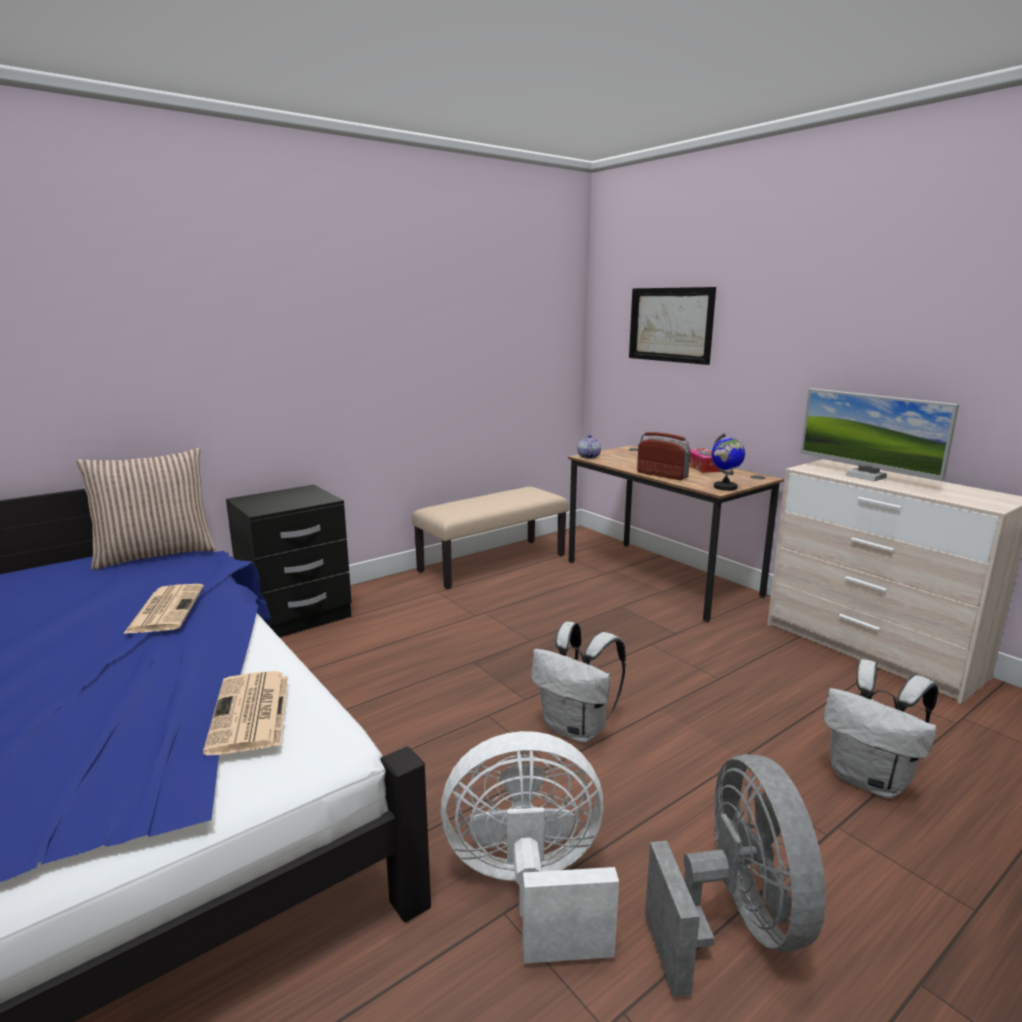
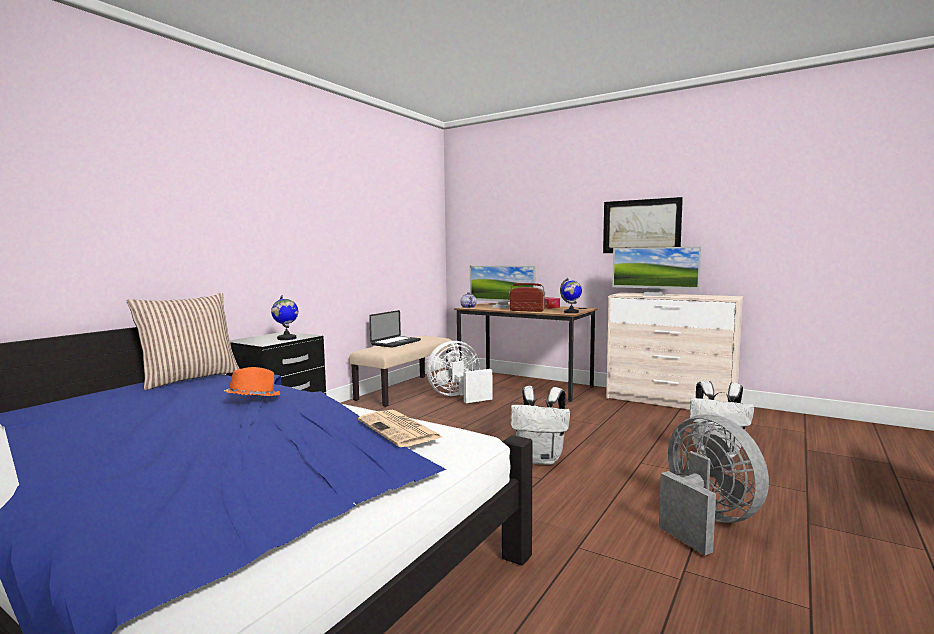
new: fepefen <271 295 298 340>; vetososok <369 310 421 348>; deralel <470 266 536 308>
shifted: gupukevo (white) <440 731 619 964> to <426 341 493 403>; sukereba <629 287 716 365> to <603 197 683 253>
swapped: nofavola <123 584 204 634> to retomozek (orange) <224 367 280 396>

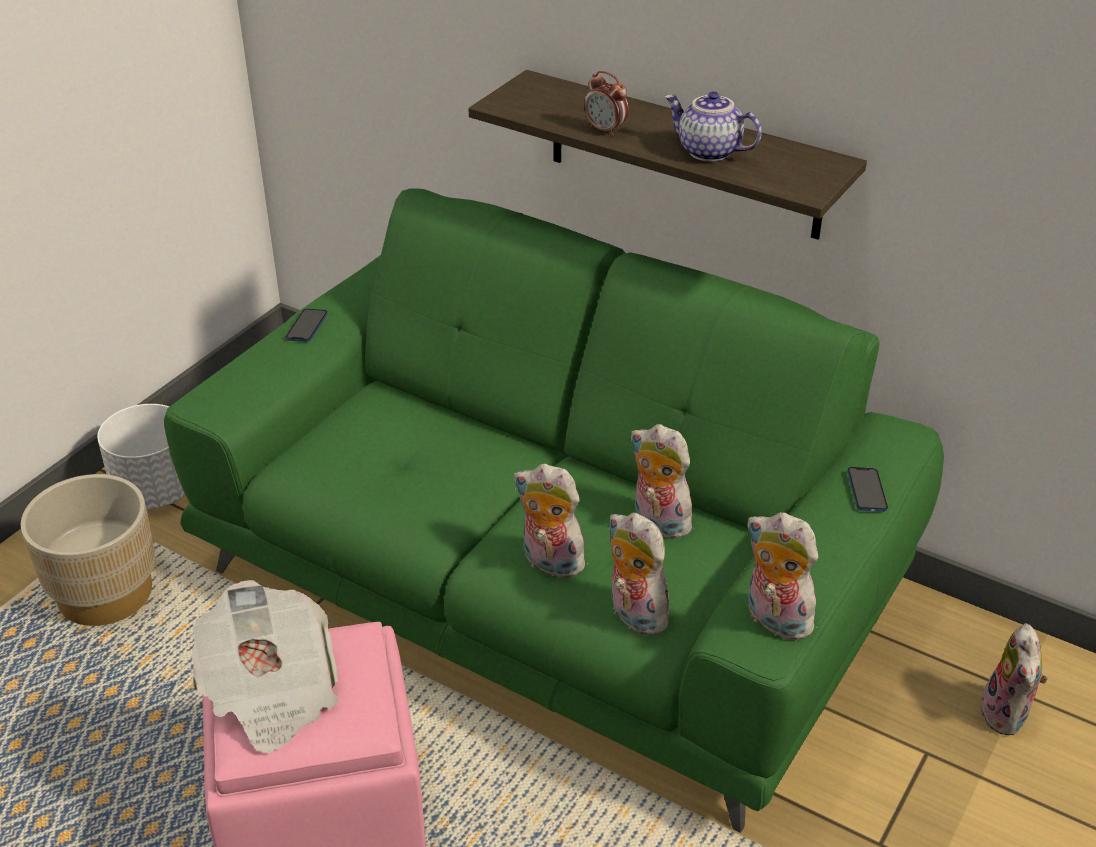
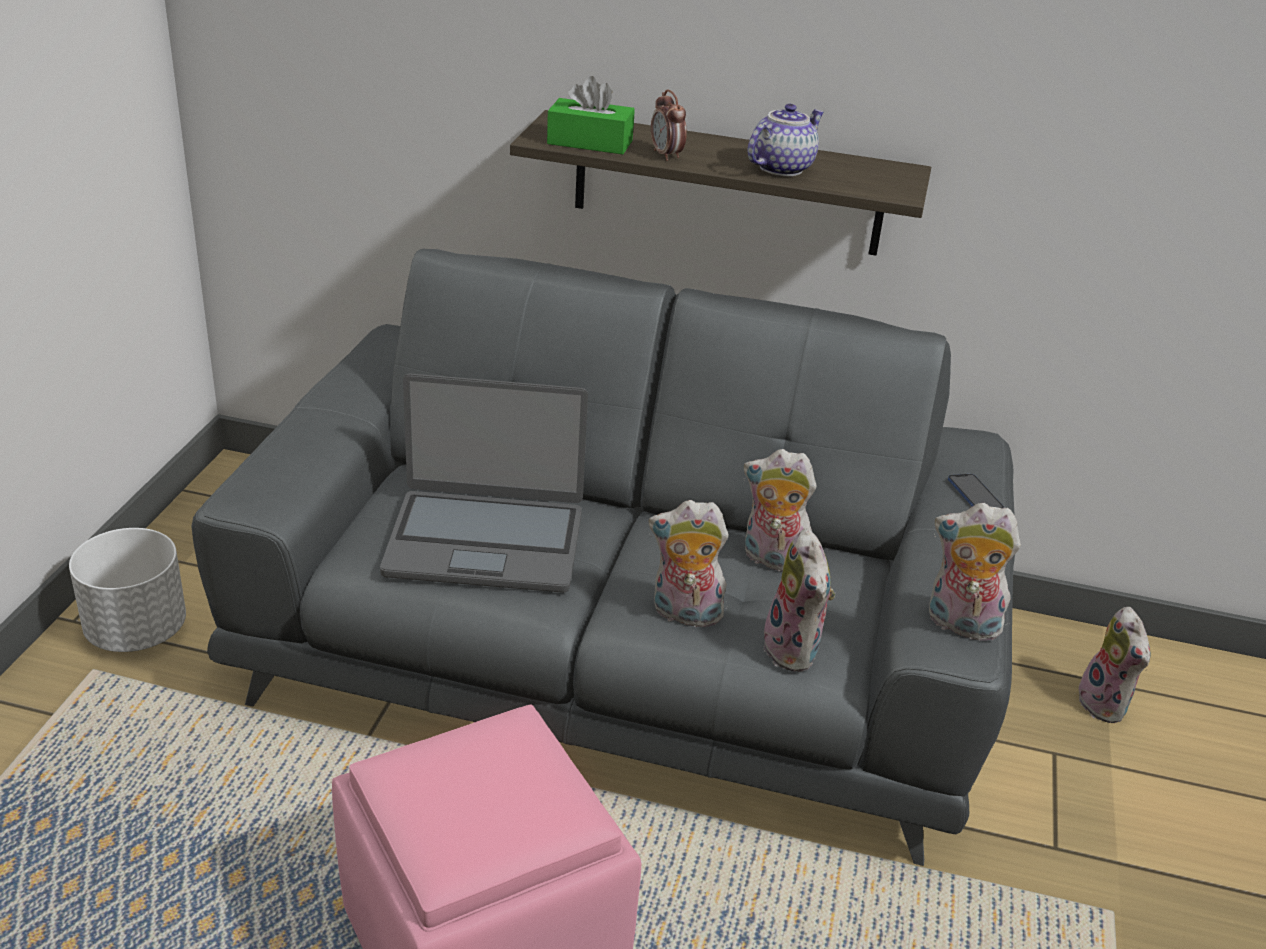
gone: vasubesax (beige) <21 474 155 626>; nofavola <191 580 339 753>; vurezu <286 309 328 342>
new: vetososok <380 373 588 593>; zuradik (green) <547 76 635 155>
repainted: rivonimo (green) <164 188 944 833> to rivonimo (grey) <191 249 1015 866>
rotated: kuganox <584 71 629 136> = <651 90 687 161> 45 degrees clockwise; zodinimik <609 512 670 635> = <763 528 836 672> 135 degrees counterclockwise; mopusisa <664 91 762 161> = <748 104 824 176> 120 degrees clockwise

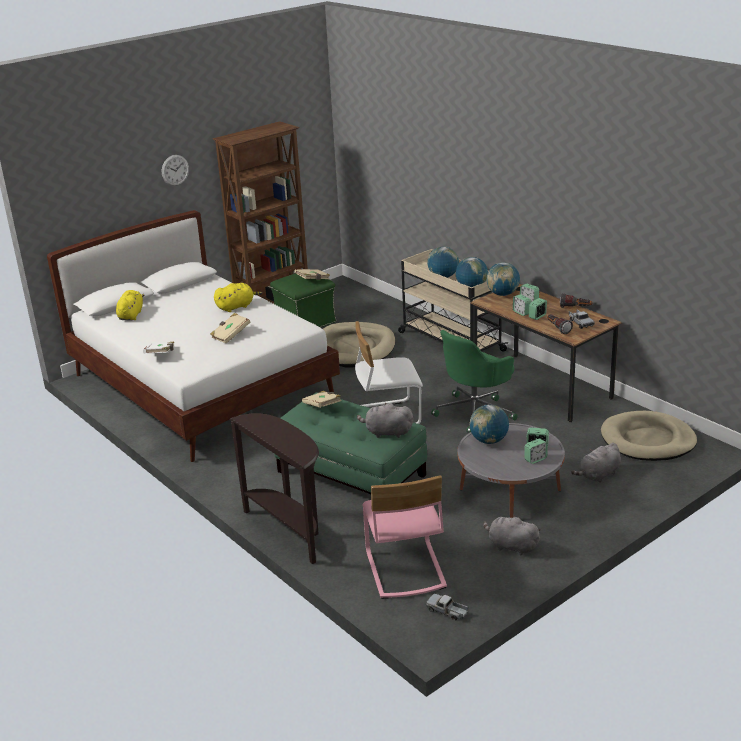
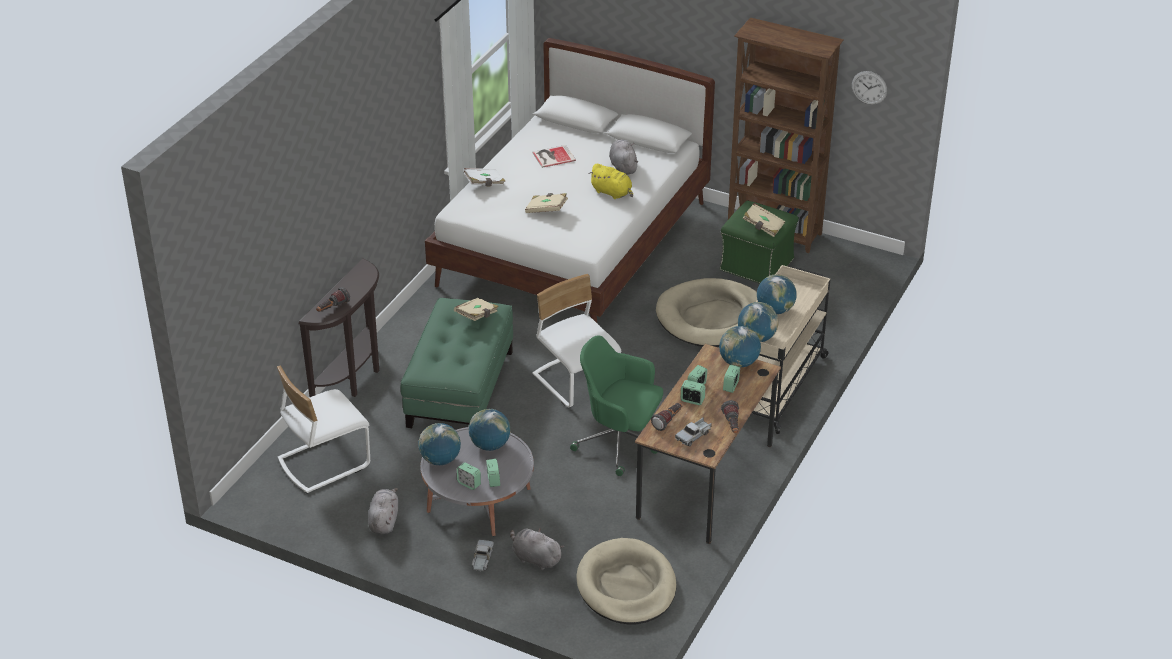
gone: zodinimik (yellow) <116 290 144 320>
new: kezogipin <316 287 350 312>; fepefen <418 423 461 465>; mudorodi <532 145 576 168>
shifted: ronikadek <162 155 189 186> to <852 71 887 105>; zodinimik (grey) <357 403 413 438> to <609 139 638 175>; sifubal <426 594 468 620> to <472 540 494 572>
repainted: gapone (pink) <362 475 447 599> to gapone (white) <277 366 370 493>

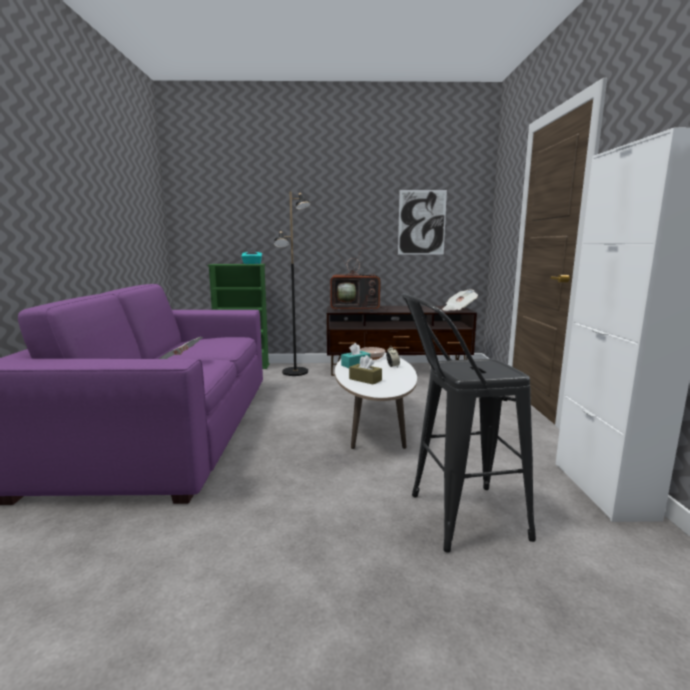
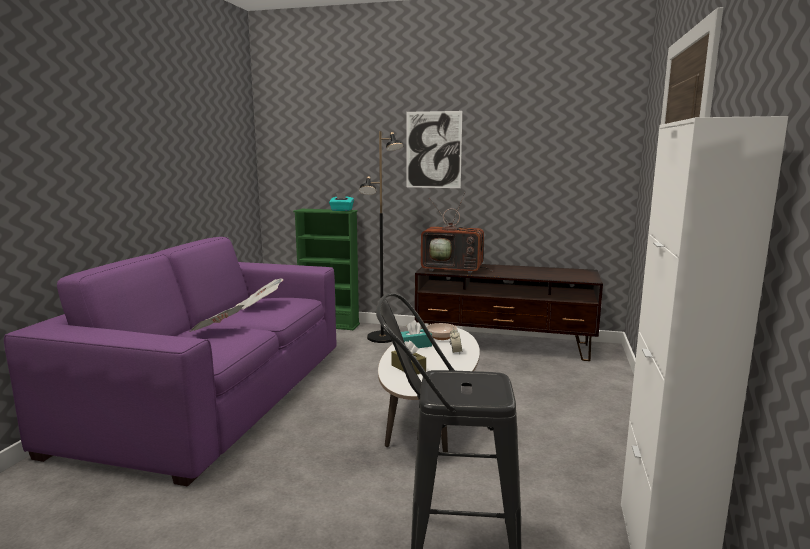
shifted: sukereba <398 190 447 255> to <406 111 462 188>; nofavola <442 289 478 311> to <236 278 283 310>

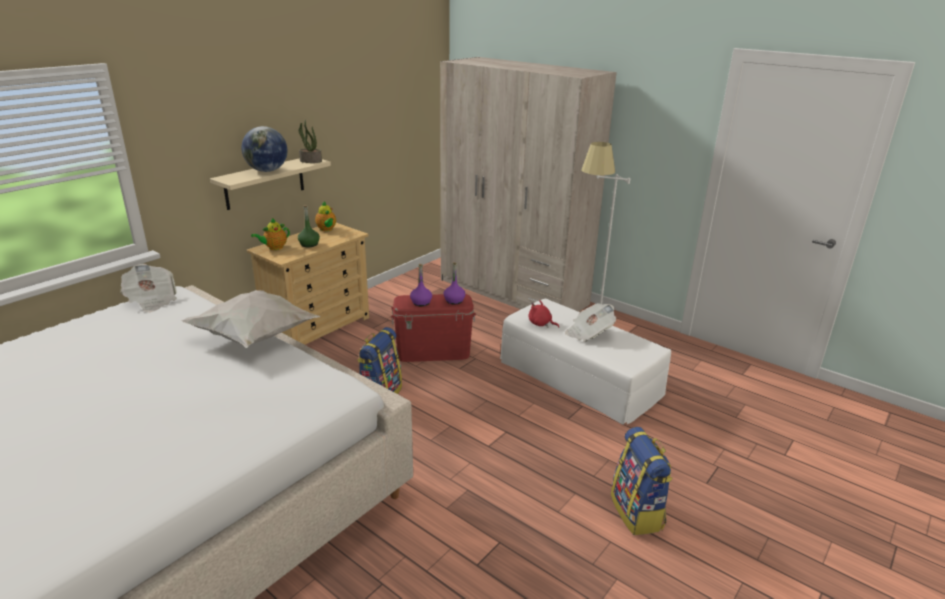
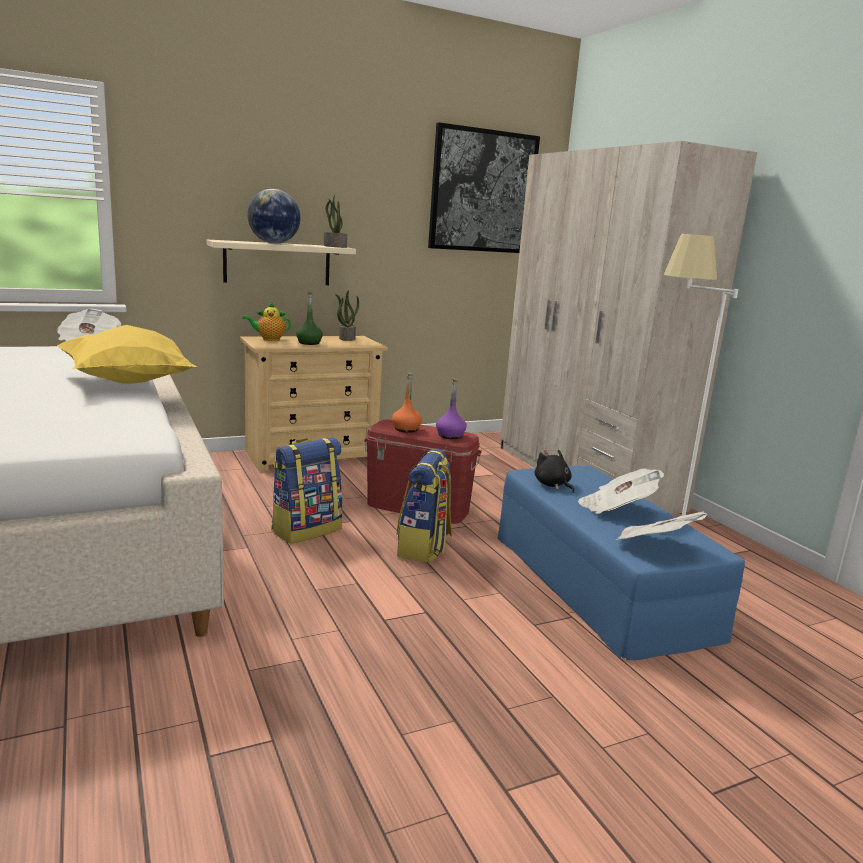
new: sukereba <428 122 540 253>; nofavola <616 511 708 540>
shifted: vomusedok <611 427 673 535> to <397 448 452 562>
swapped: mopusisa <315 202 336 231> to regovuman <335 290 359 341>
repainted: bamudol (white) <181 290 321 348> to bamudol (yellow) <57 325 197 384>; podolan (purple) <410 264 432 306> to podolan (orange) <392 373 422 433>; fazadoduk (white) <500 299 671 425> to fazadoduk (blue) <498 466 745 660>; zodinimik (red) <528 300 559 328> to zodinimik (black) <534 450 574 493>

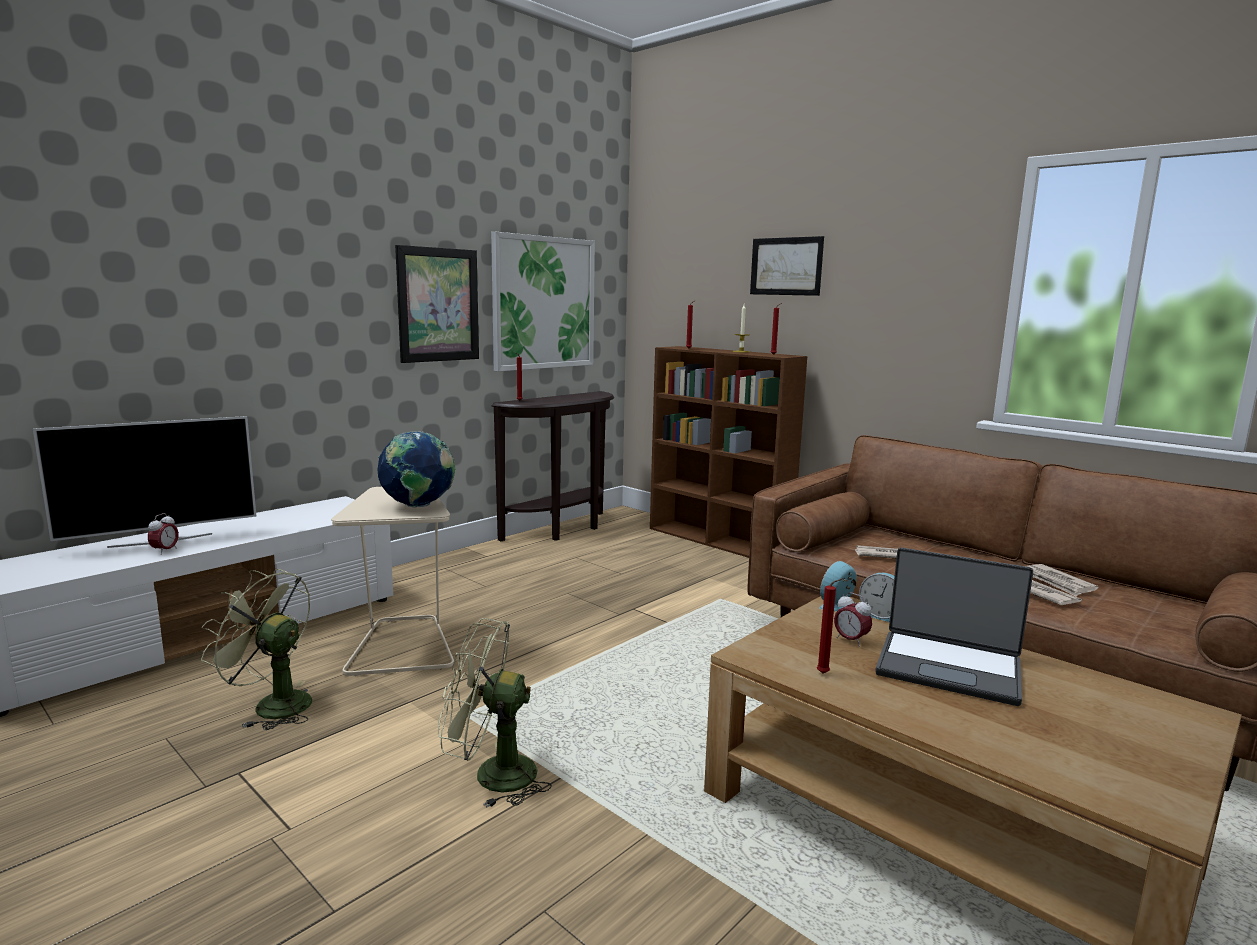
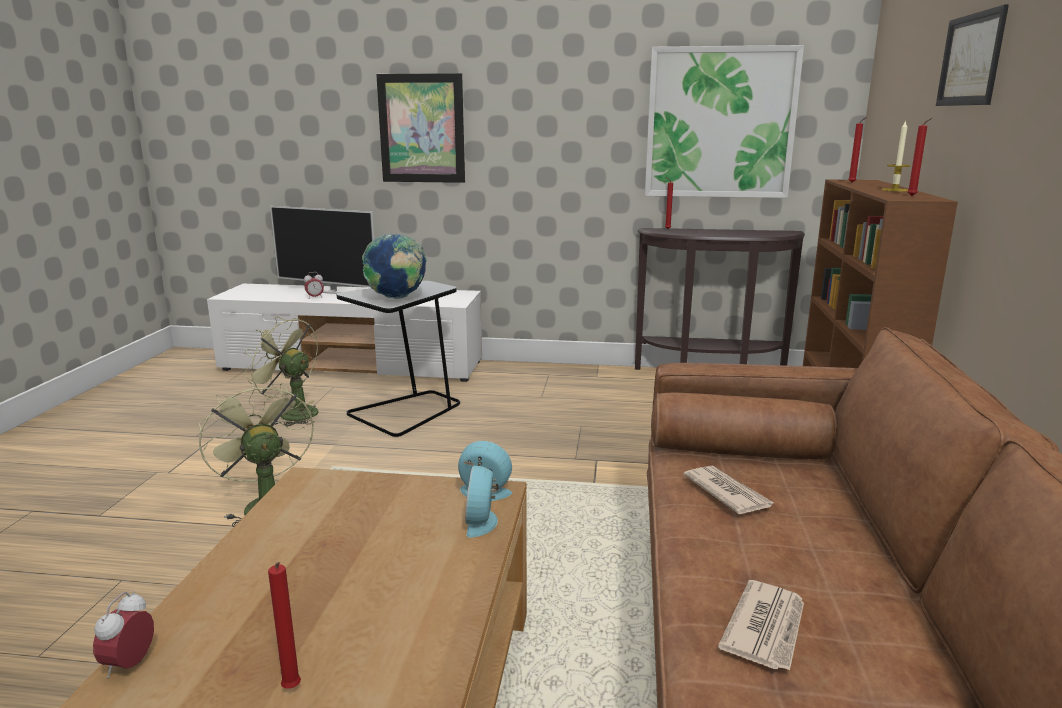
gone: vetososok <875 547 1033 706>; nofavola <1027 564 1098 597>
shifted: sukereba <395 245 479 363> to <376 73 465 183>; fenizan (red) <817 578 842 674> to <268 562 301 688>; kuganox <834 592 872 647> to <93 591 154 678>
repainted: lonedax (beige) <331 487 454 676> to lonedax (black) <336 281 460 437>
rotated: gupukevo (green) <201 569 312 730> = <243 317 319 427> 45 degrees counterclockwise

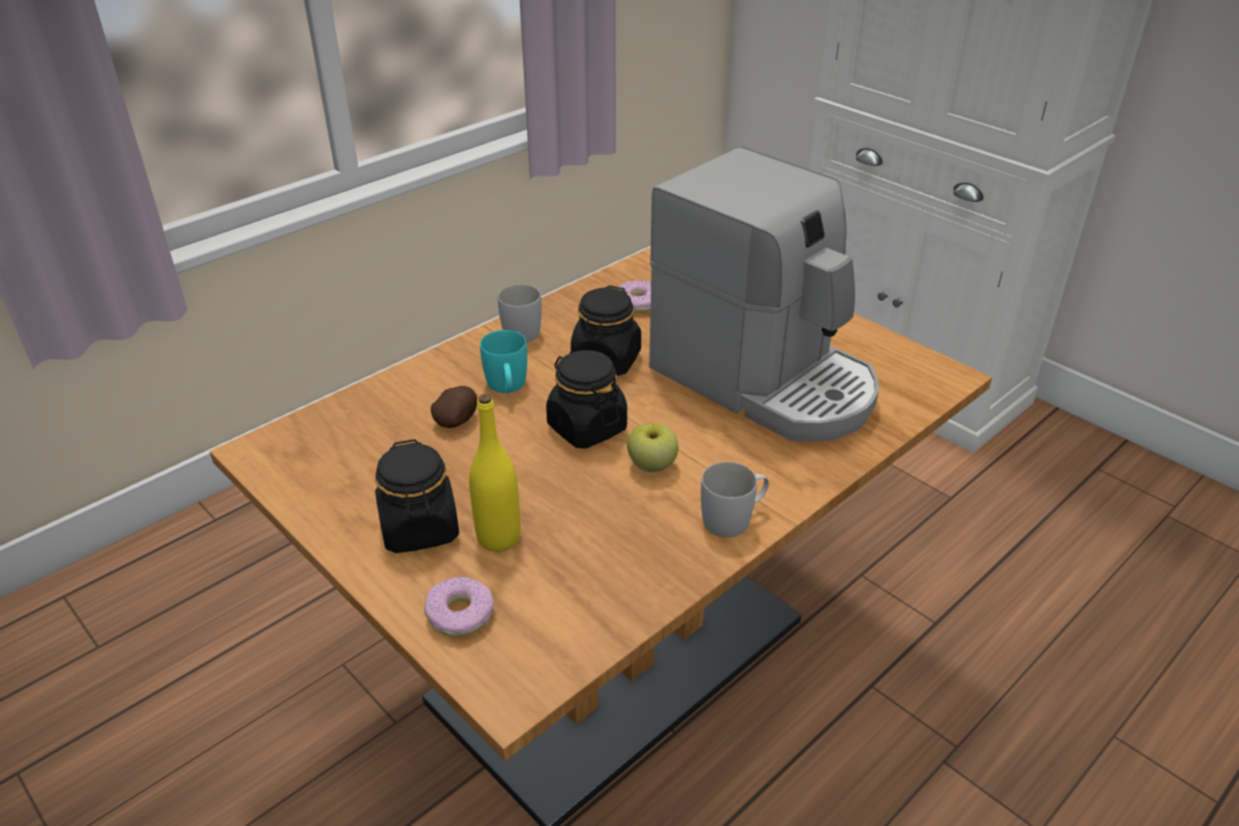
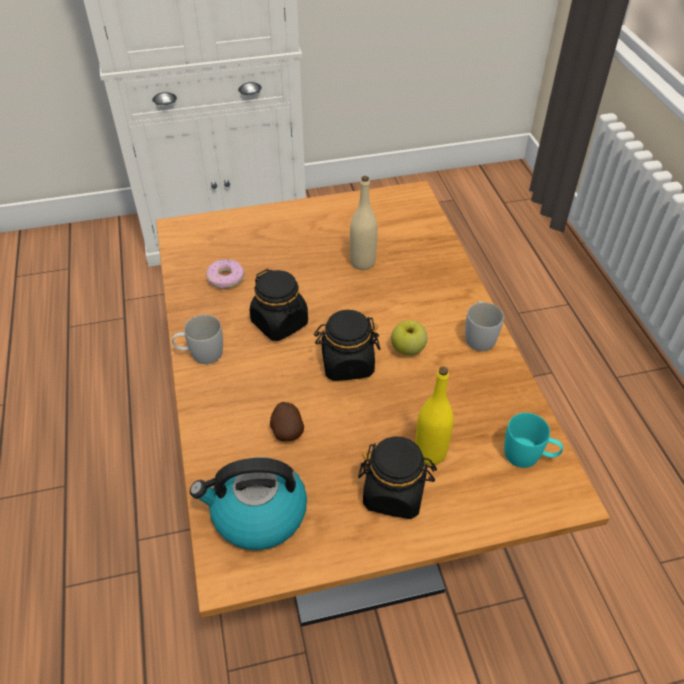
gone: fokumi <424 576 494 637>
new: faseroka <190 457 307 550>
shifted: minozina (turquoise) <480 330 527 393> to <504 413 563 468>
swapped: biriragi <649 147 879 442> to podolan (beige) <350 176 378 270>

